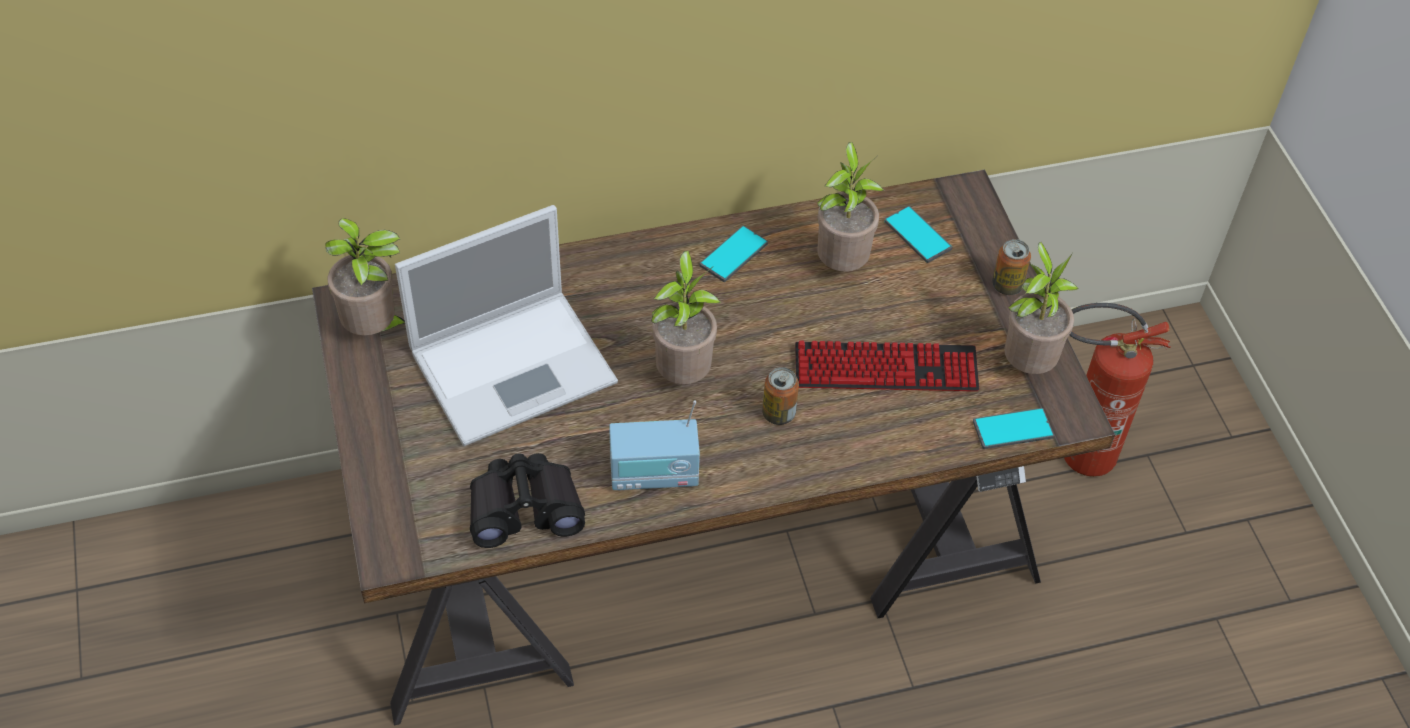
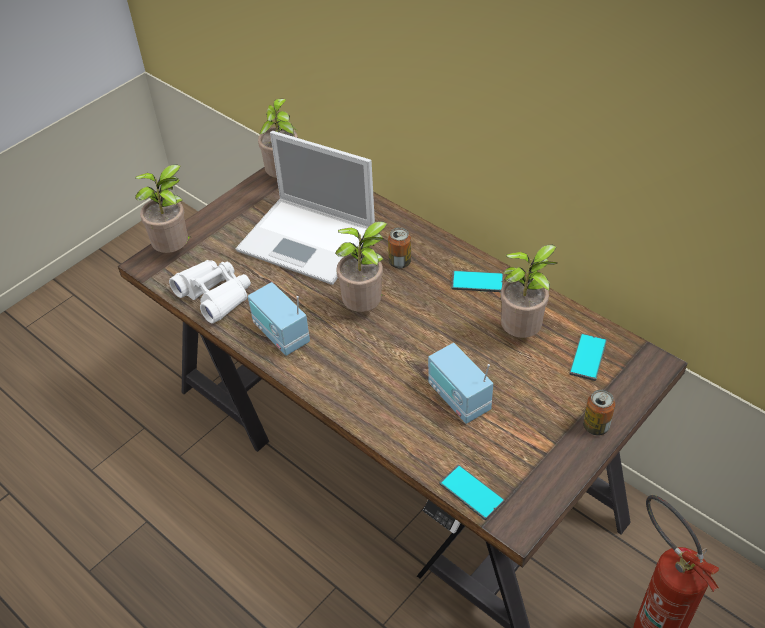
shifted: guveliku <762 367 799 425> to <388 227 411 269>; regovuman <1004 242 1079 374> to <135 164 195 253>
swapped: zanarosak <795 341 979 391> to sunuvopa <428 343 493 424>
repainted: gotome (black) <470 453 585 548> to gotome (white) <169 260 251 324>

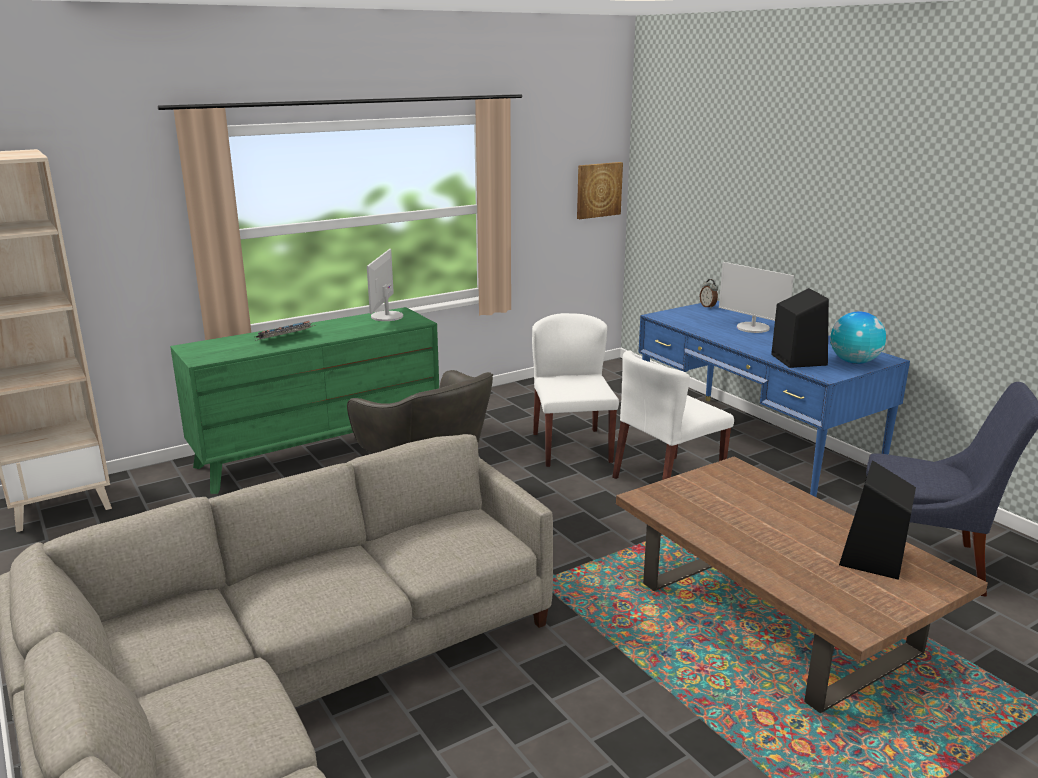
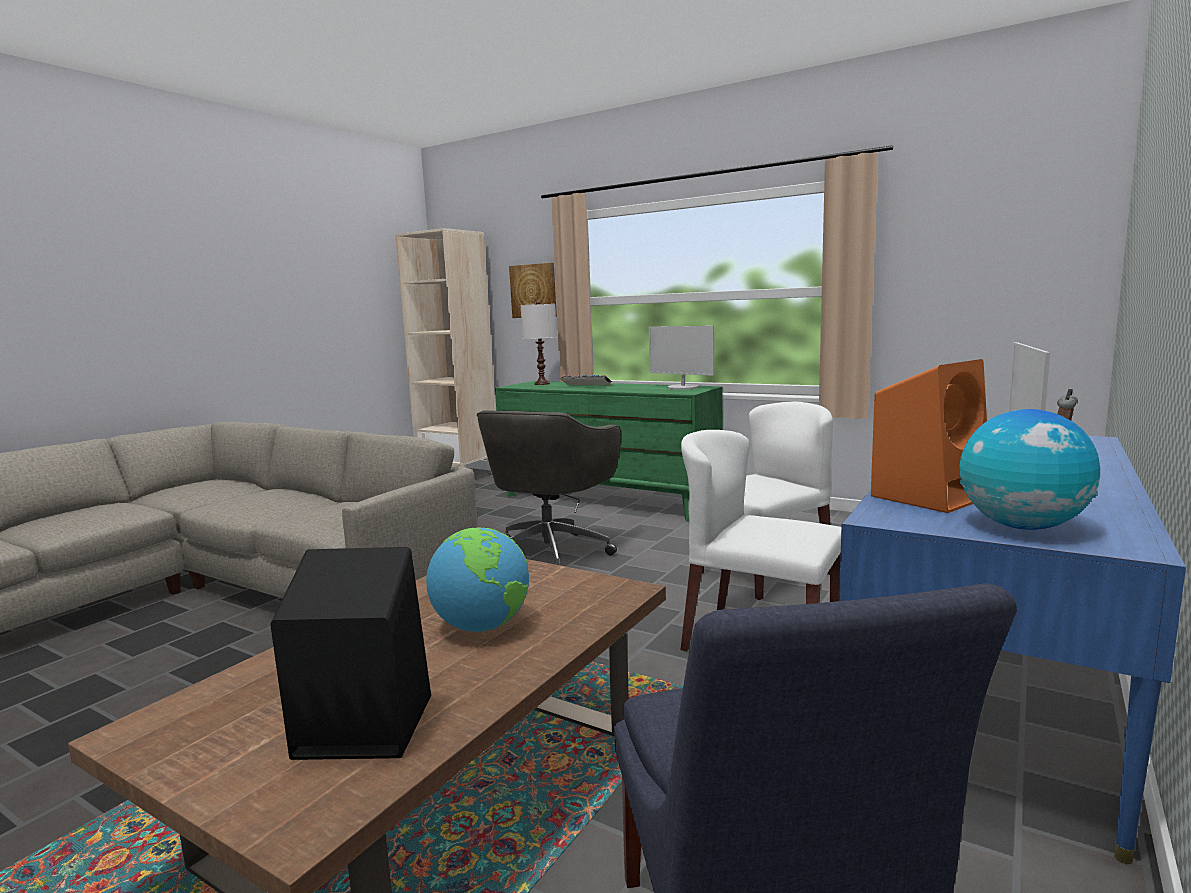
new: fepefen <426 527 529 632>; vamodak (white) <520 301 557 385>
shifted: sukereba <577 162 623 219> to <509 263 557 318>
repainted: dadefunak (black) <771 288 829 368> to dadefunak (orange) <871 359 987 513>
rotated: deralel <367 249 403 321> = <649 326 714 390> 120 degrees counterclockwise

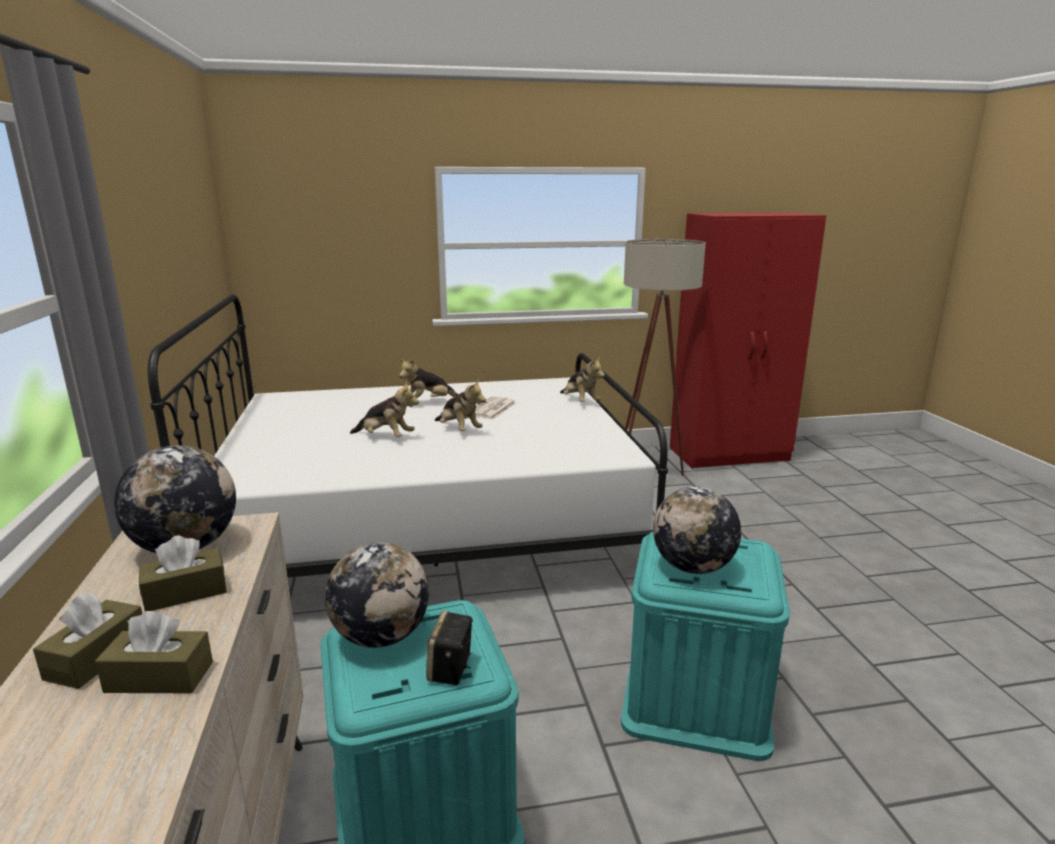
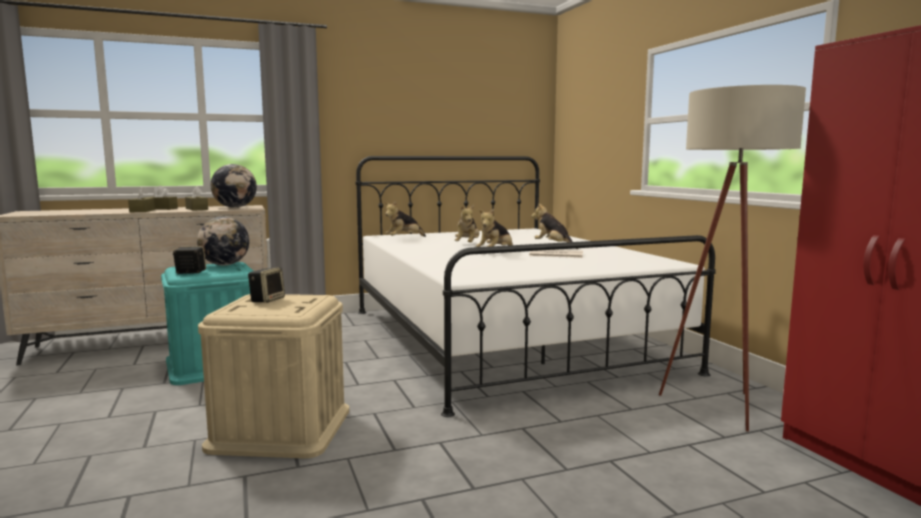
shifted: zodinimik <560 356 605 402> to <385 201 426 237>
swapped: fepefen <653 487 741 574> to dadefunak <248 267 285 303>
repainted: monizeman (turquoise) <621 531 790 761> to monizeman (beige) <198 294 349 458>

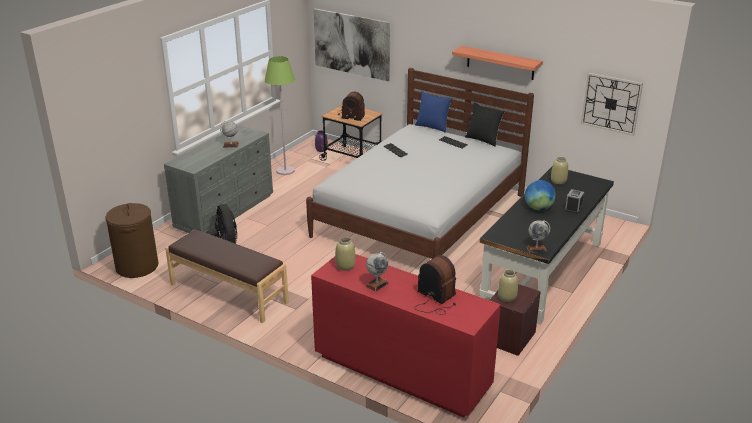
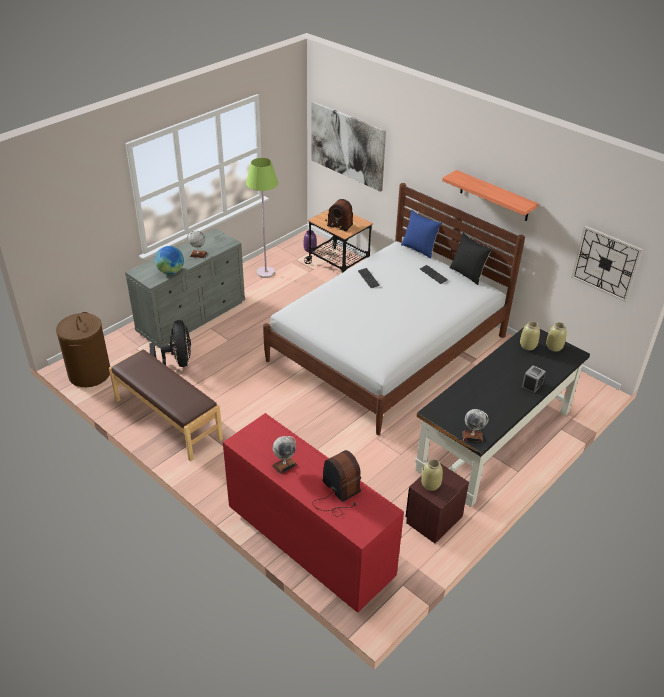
shifted: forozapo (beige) <335 237 356 271> to <546 322 567 351>; fepefen <525 180 556 211> to <155 246 184 275>

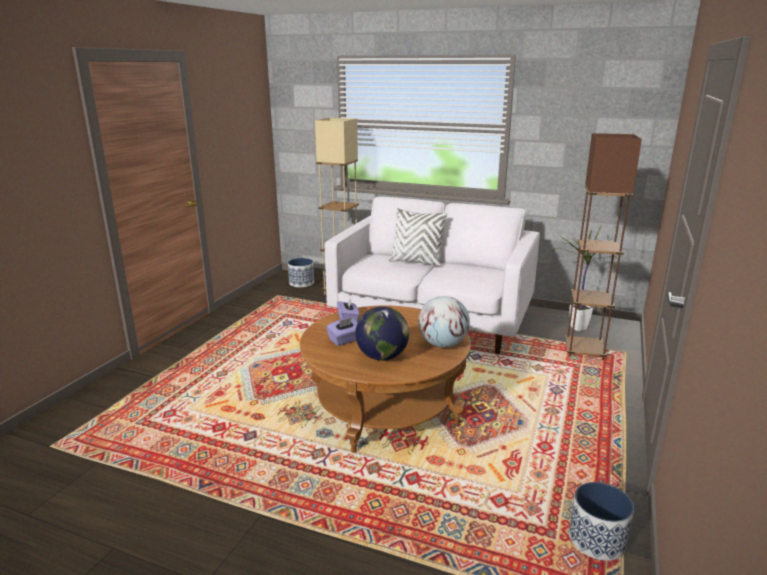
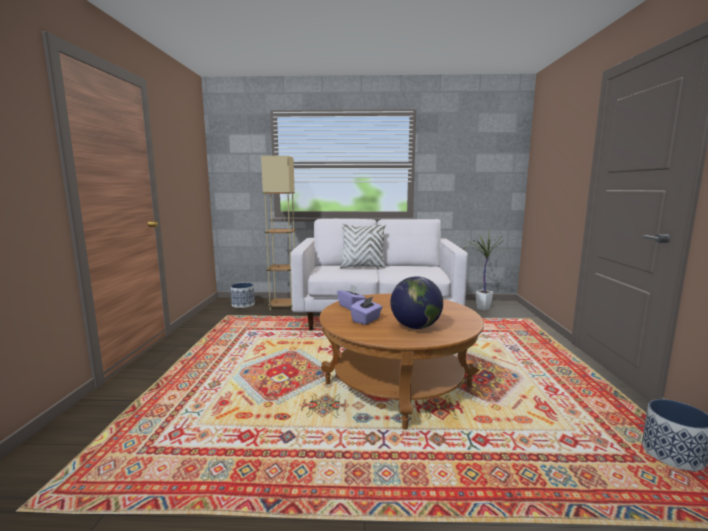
gone: fepefen <418 296 470 348>; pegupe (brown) <565 133 642 361>

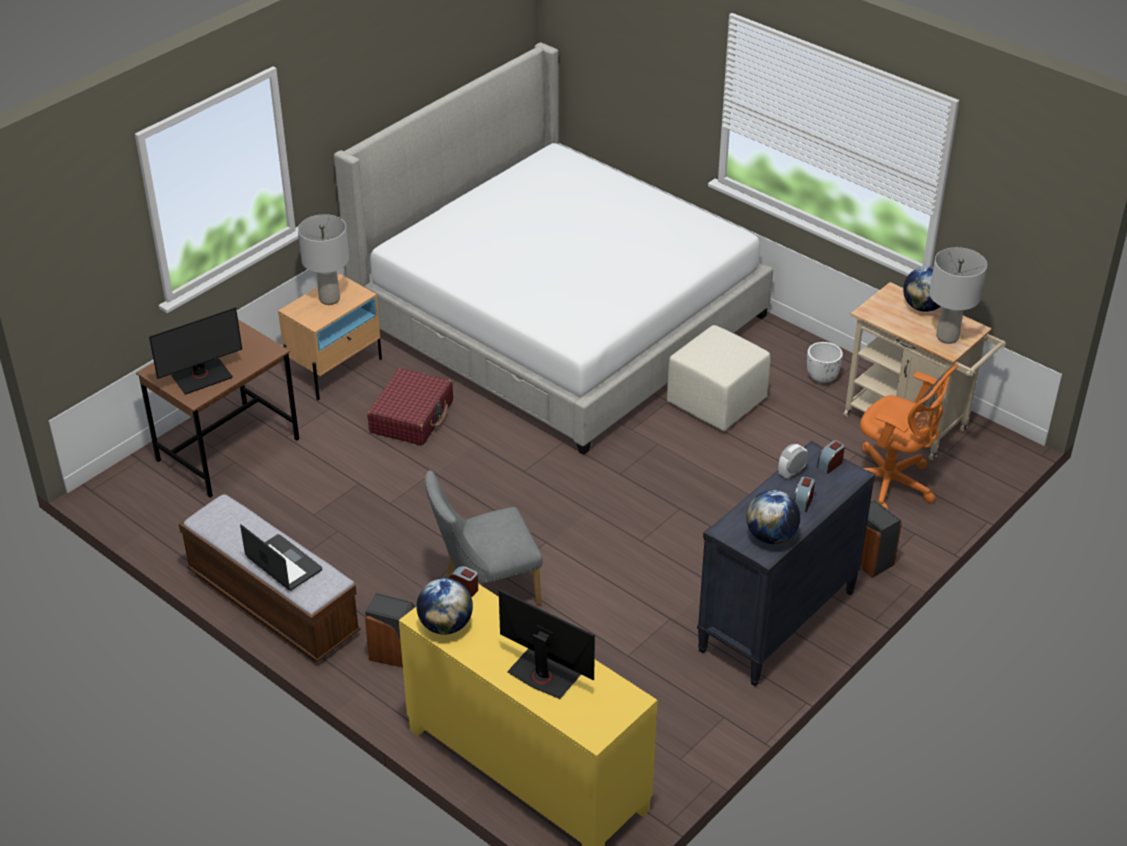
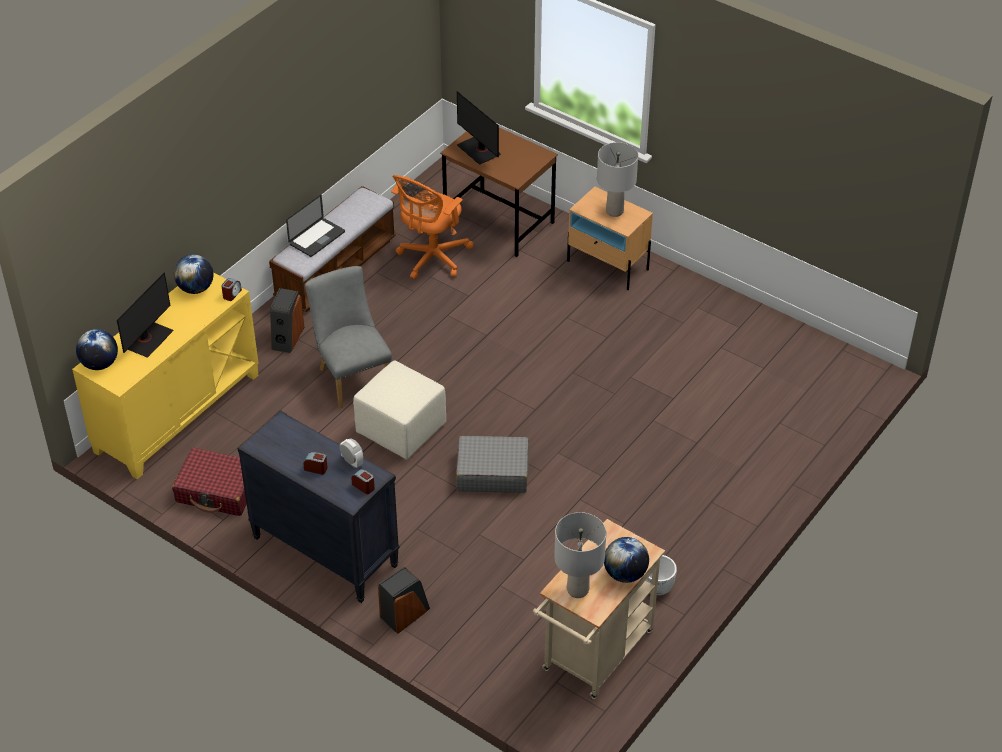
gone: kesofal <334 42 773 455>
new: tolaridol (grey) <456 436 529 493>
shifted: tolaridol (red) <367 368 453 446> to <172 448 247 516>; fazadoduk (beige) <667 325 770 432> to <353 361 446 459>; fepefen <746 490 800 544> to <76 329 118 370>; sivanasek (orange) <860 365 959 509> to <391 175 474 280>

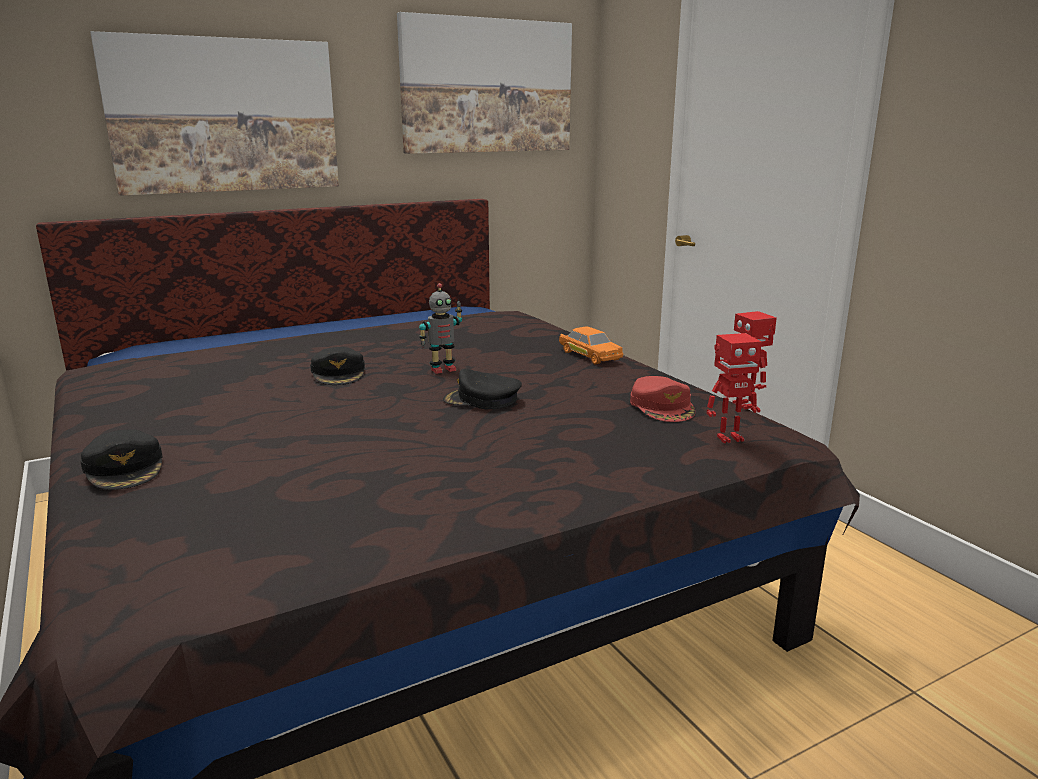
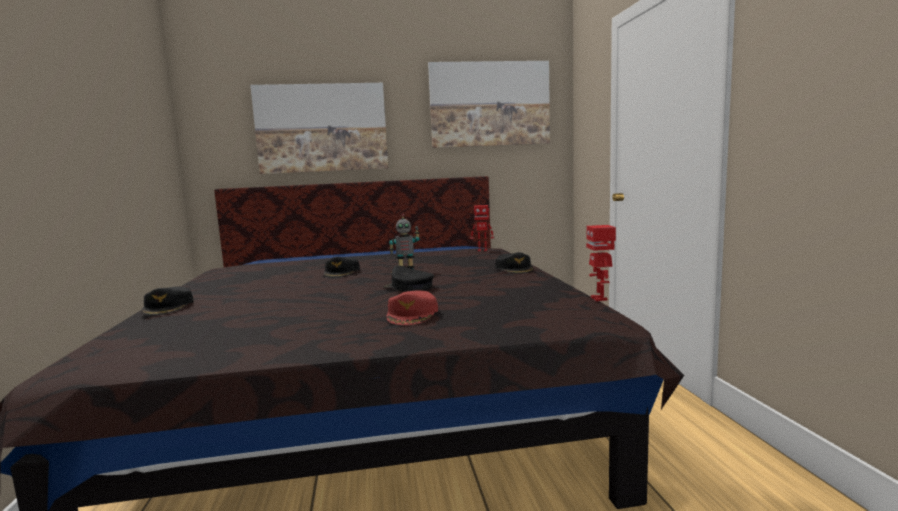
shifted: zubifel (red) <630 376 695 422> to <387 290 438 325>; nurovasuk <707 333 762 443> to <470 205 494 252>
swapped: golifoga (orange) <559 327 623 364> to zubifel (black) <495 252 534 274>

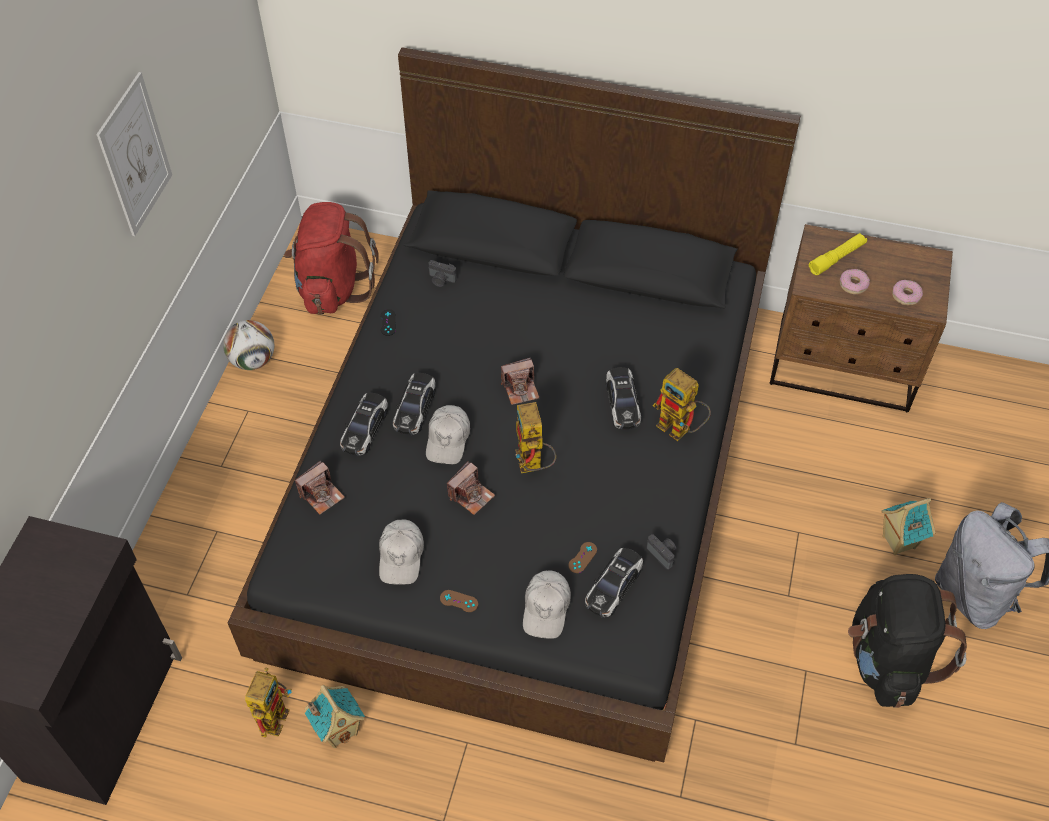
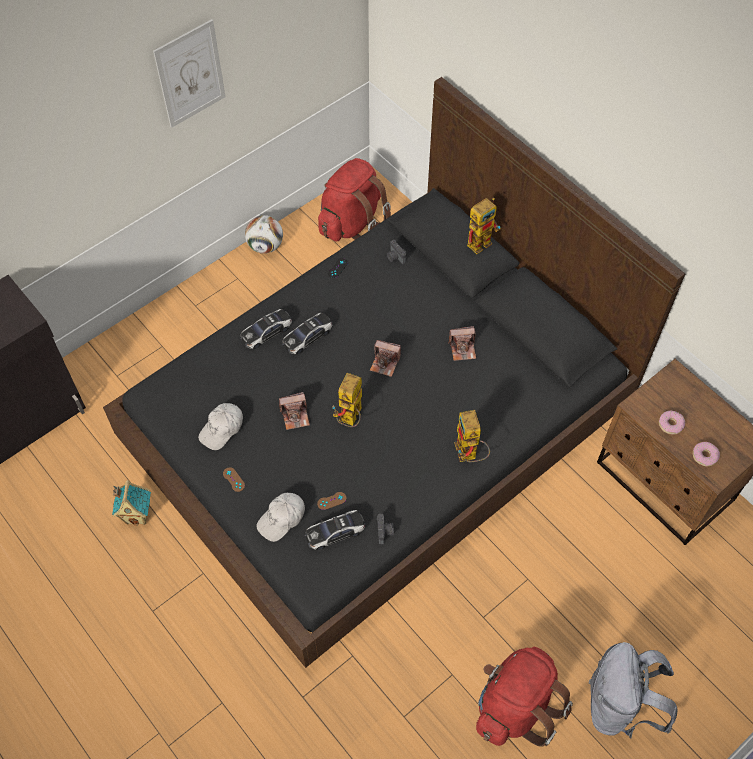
gone: zubifel (white) <426 405 470 464>; golifoga <606 367 641 429>; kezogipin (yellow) <809 233 867 275>; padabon <881 498 936 555>
shifted: nurovasuk <245 668 292 737> to <467 198 501 254>; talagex <295 461 345 515> to <448 326 476 361>
repainted: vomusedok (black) <848 574 967 708> to vomusedok (red) <476 647 573 747>

